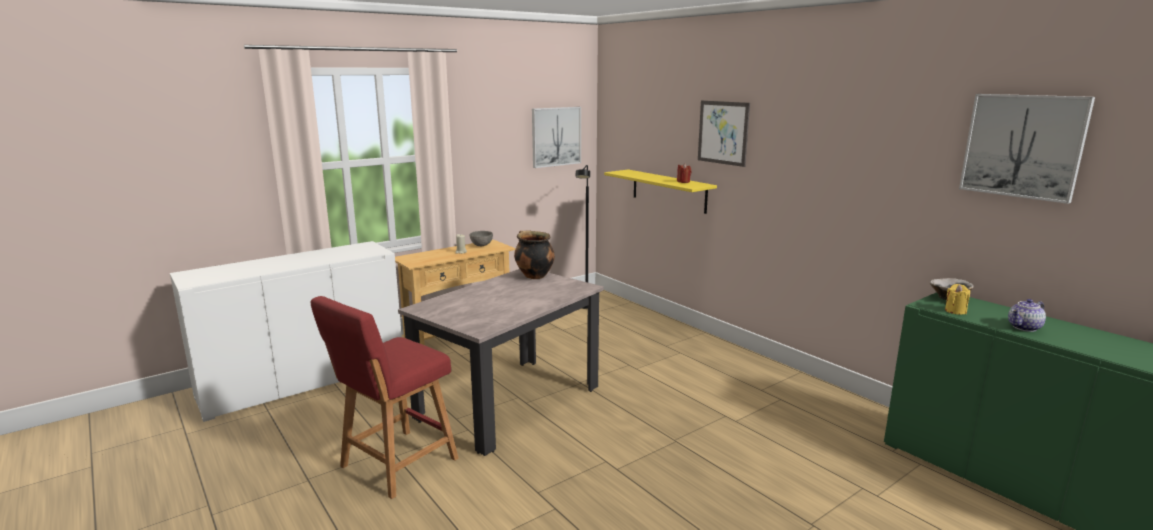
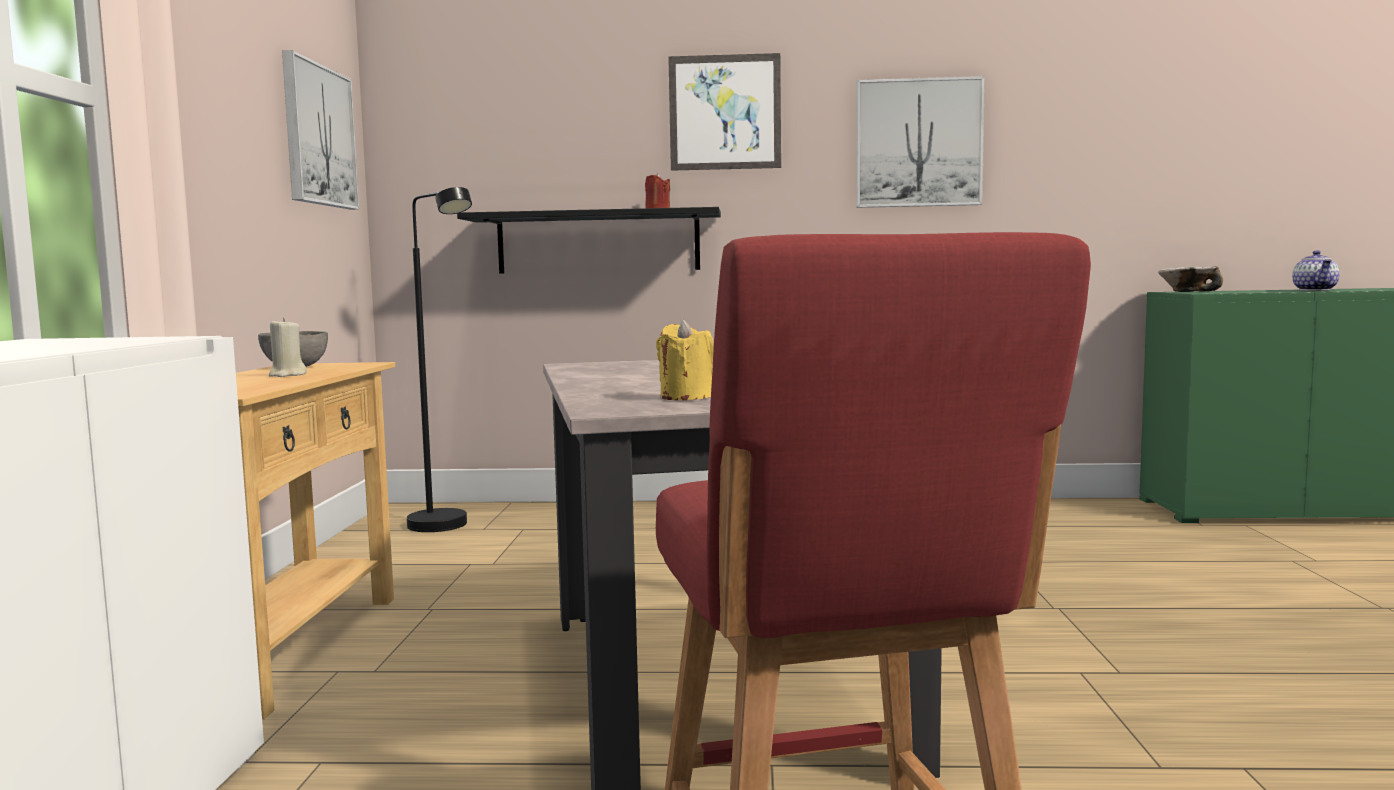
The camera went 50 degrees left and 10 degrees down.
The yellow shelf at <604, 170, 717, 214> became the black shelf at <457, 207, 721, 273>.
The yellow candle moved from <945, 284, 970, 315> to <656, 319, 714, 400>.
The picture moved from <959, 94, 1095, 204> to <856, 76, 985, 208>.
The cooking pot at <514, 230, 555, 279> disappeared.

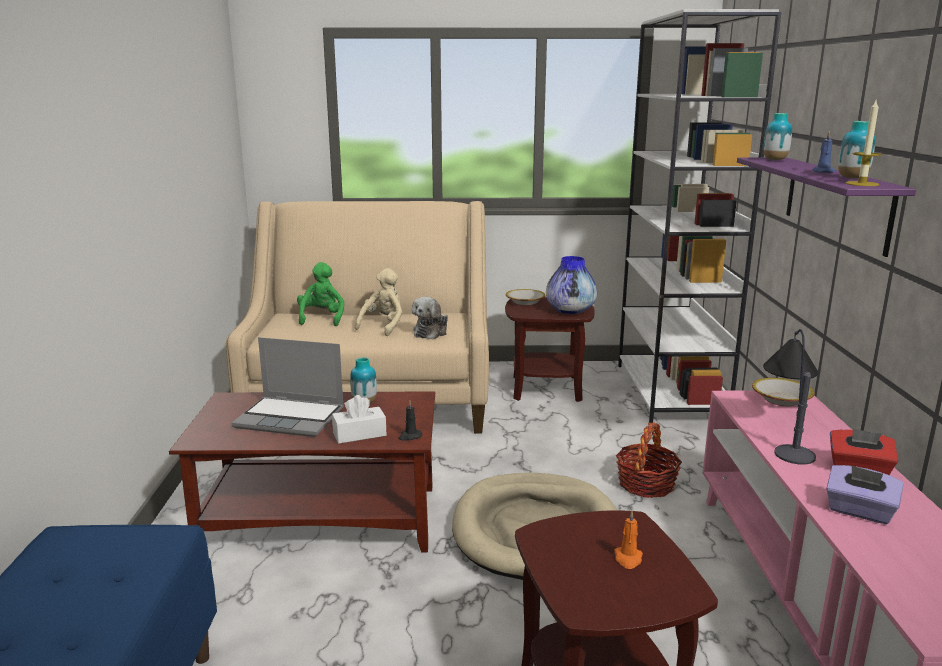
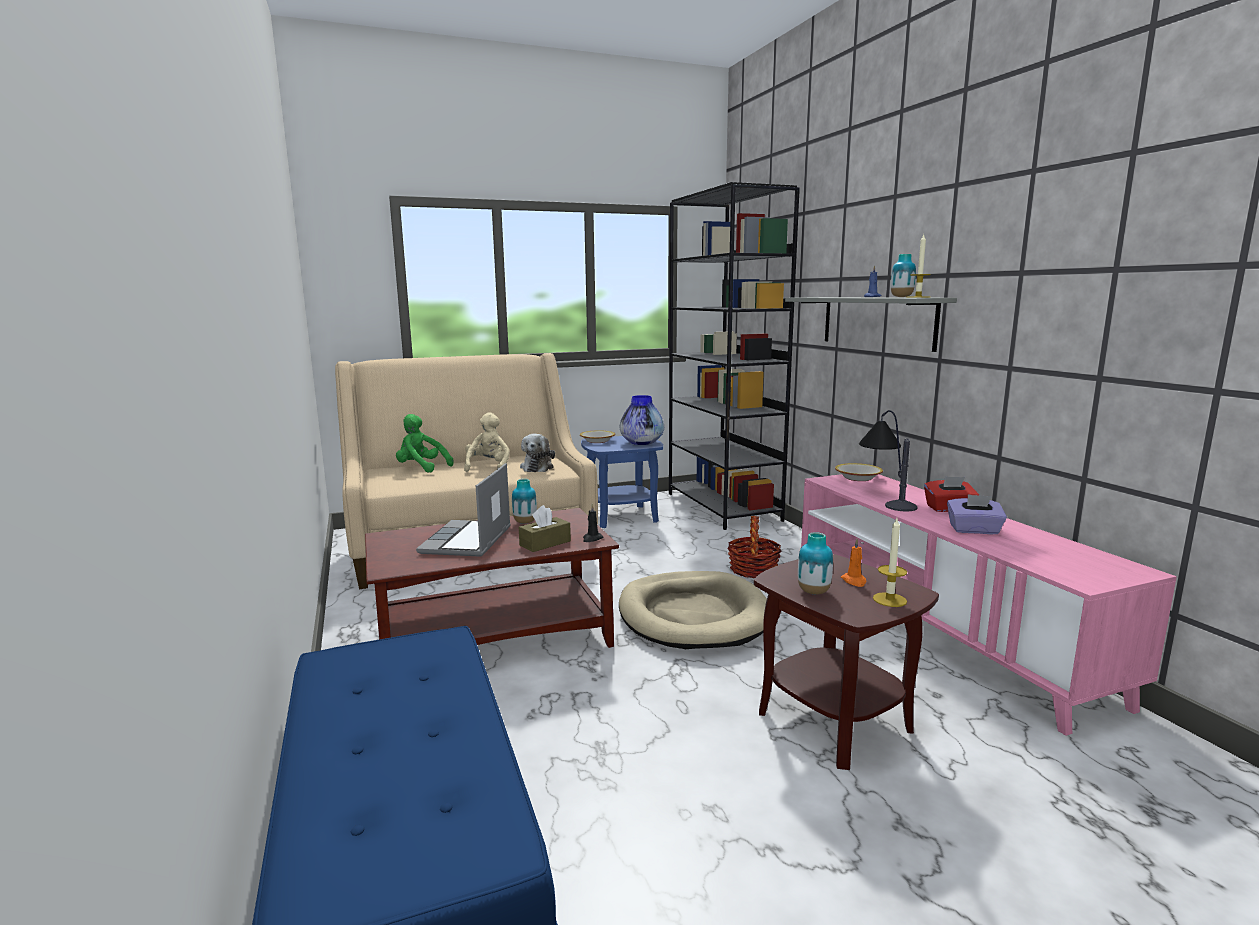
The camera went 20 degrees left and 5 degrees down.
The green plush toy at <297, 262, 344, 326> turned 45 degrees counterclockwise.
The laptop at <232, 337, 344, 437> turned 105 degrees clockwise.
The white tissue box at <332, 395, 386, 444> became the brown tissue box at <519, 505, 571, 552>.
The brown side table at <505, 297, 595, 402> became the blue side table at <581, 436, 663, 528>.
The white bookcase at <618, 9, 781, 423> became the black bookcase at <669, 182, 800, 530>.
The purple shelf at <737, 158, 916, 257> became the grey shelf at <785, 297, 957, 352>.
The vase moved from <764, 113, 792, 160> to <798, 532, 833, 594>.
The candle at <873, 519, 907, 607> appeared.

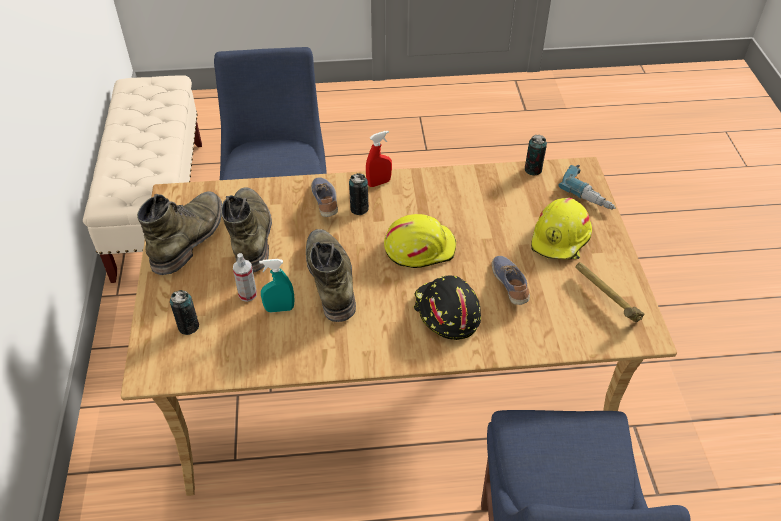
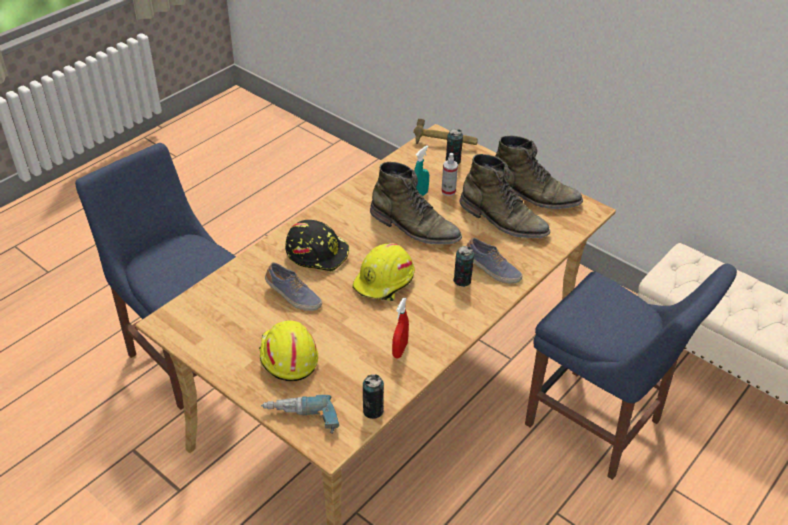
The camera went 135 degrees right and 5 degrees down.
The red spray bottle moved from <366, 131, 392, 187> to <392, 298, 409, 358>.
The hammer moved from <576, 262, 645, 323> to <413, 119, 478, 145>.
The green boot at <137, 192, 222, 275> turned 45 degrees counterclockwise.

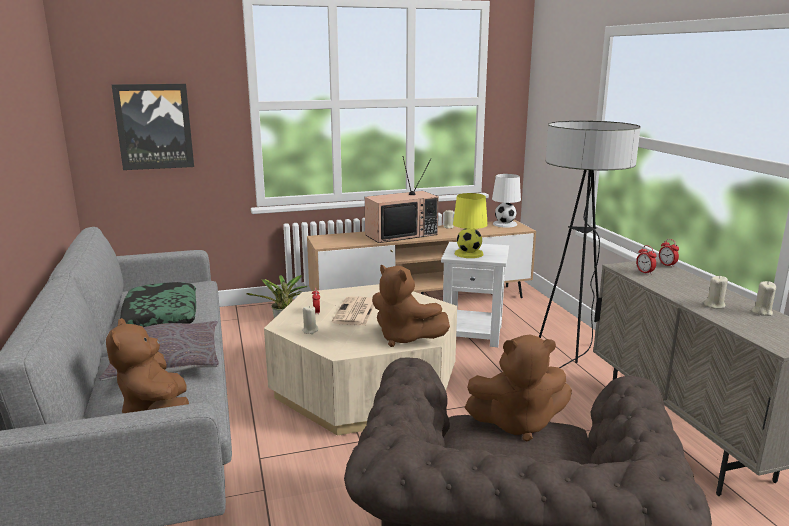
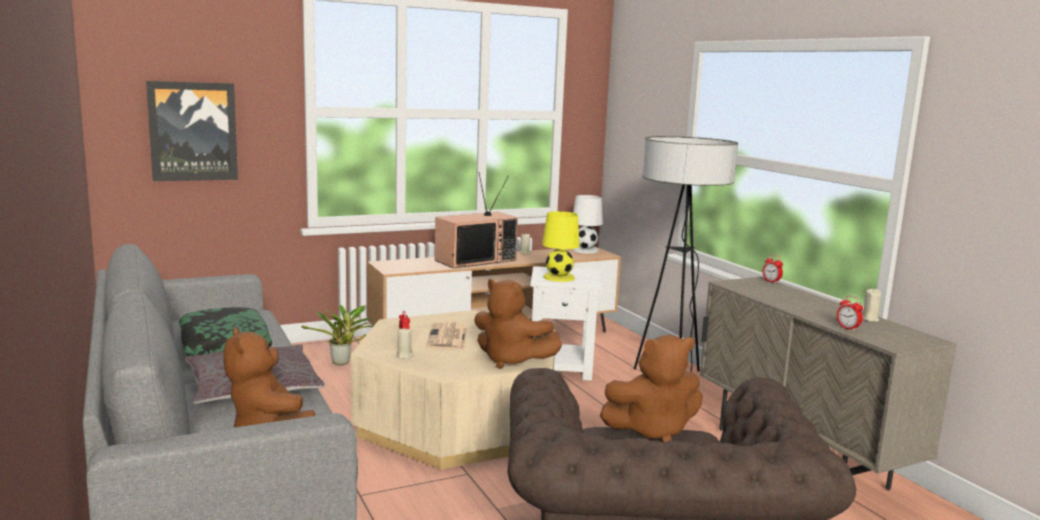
The camera went 10 degrees left and 5 degrees down.
The alarm clock moved from <636, 245, 657, 275> to <837, 296, 863, 331>.
The beige candle at <704, 276, 728, 309> disappeared.

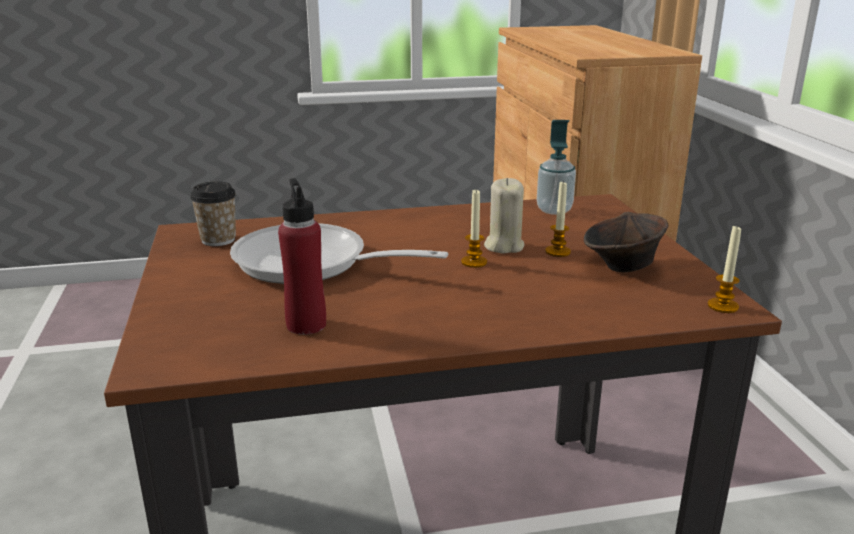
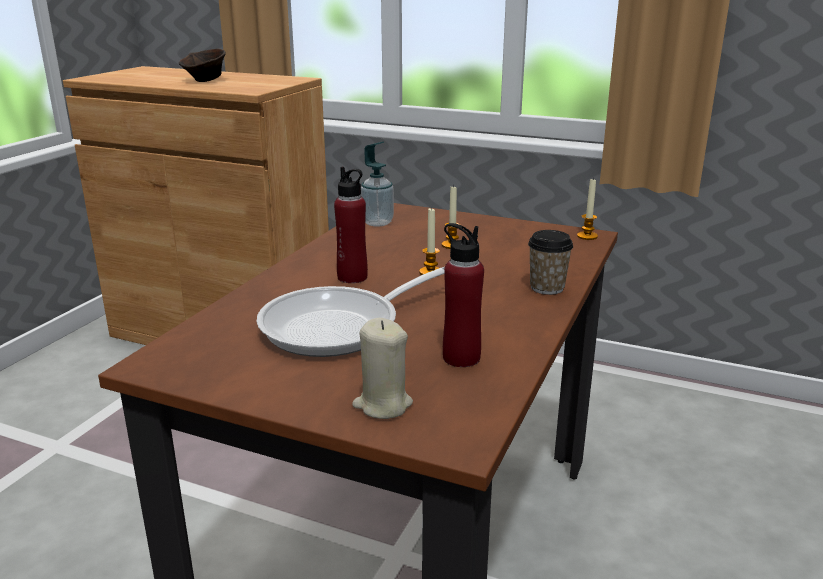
The camera went 55 degrees left and 0 degrees up.
The brown bowl moved from <584, 212, 668, 272> to <179, 49, 226, 82>.
The red bottle at <334, 167, 368, 283> appeared.
The beige candle moved from <484, 178, 524, 254> to <352, 318, 413, 419>.
The cup moved from <190, 181, 236, 246> to <528, 230, 573, 295>.

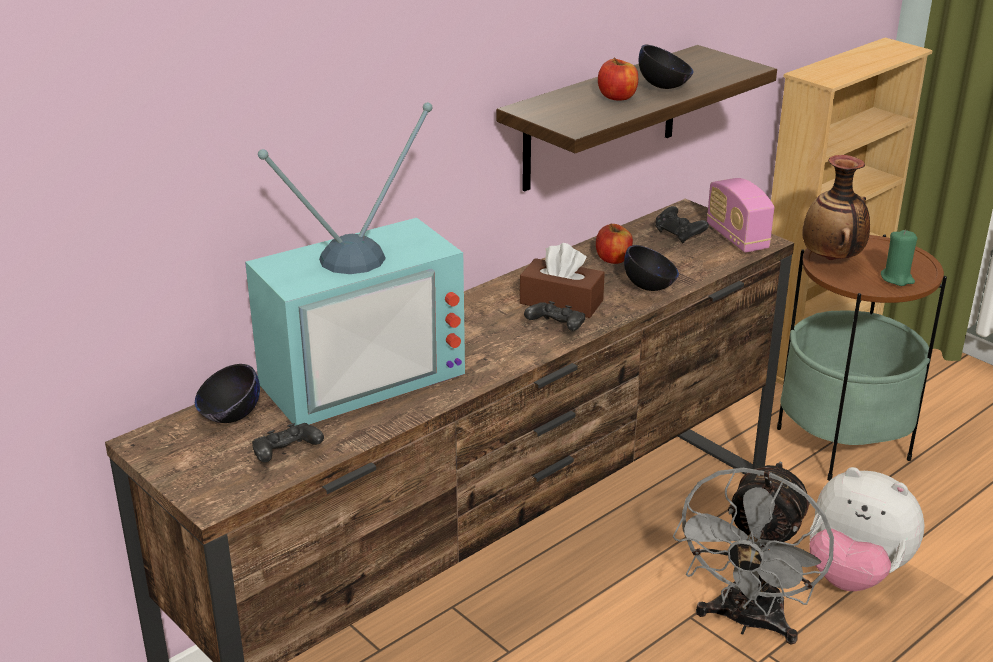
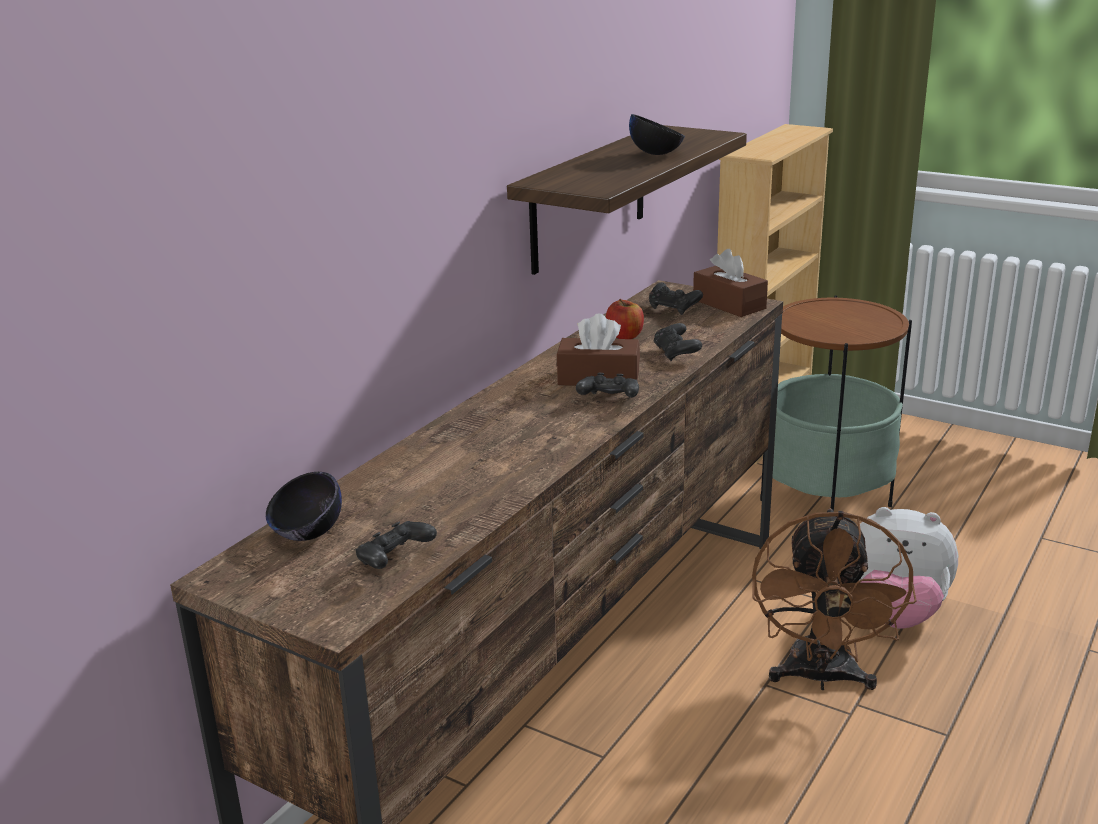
The camera went 15 degrees left and 5 degrees down.
The black bowl at <624, 245, 679, 291> was replaced by the black game controller at <653, 323, 702, 361>.
The radio at <707, 178, 774, 253> was replaced by the brown tissue box at <693, 249, 768, 317>.
The grey fan at <673, 461, 834, 645> became the brown fan at <752, 508, 917, 690>.
The television at <245, 102, 465, 426> disappeared.
The apple at <598, 57, 638, 100> disappeared.
The vase at <802, 155, 870, 260> disappeared.
The green candle at <881, 230, 917, 286> disappeared.

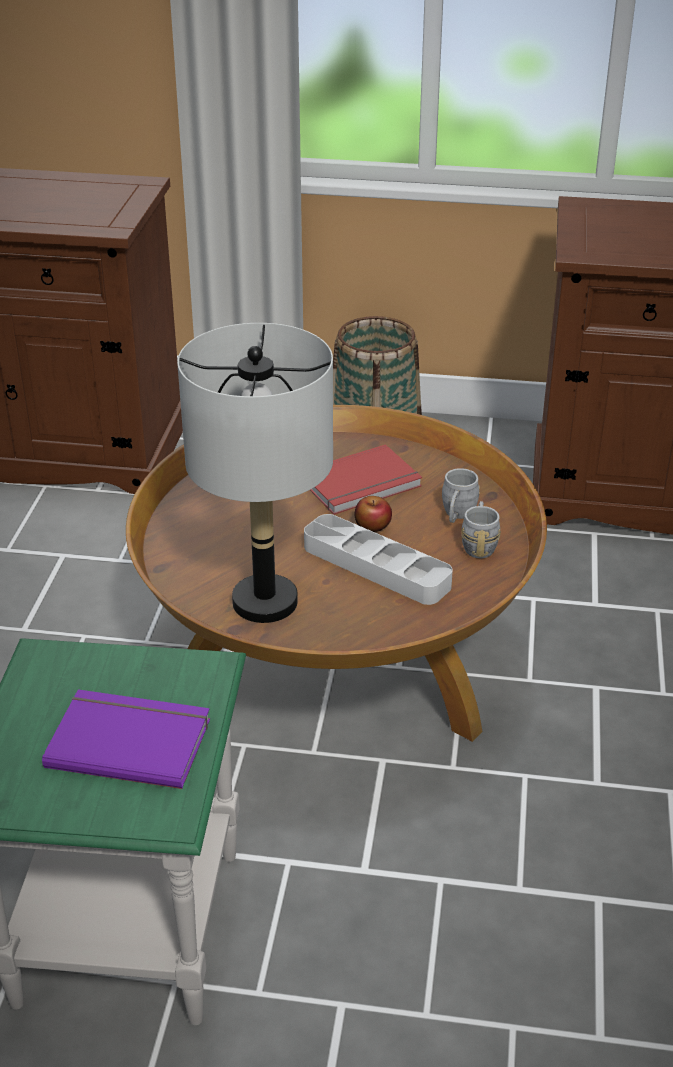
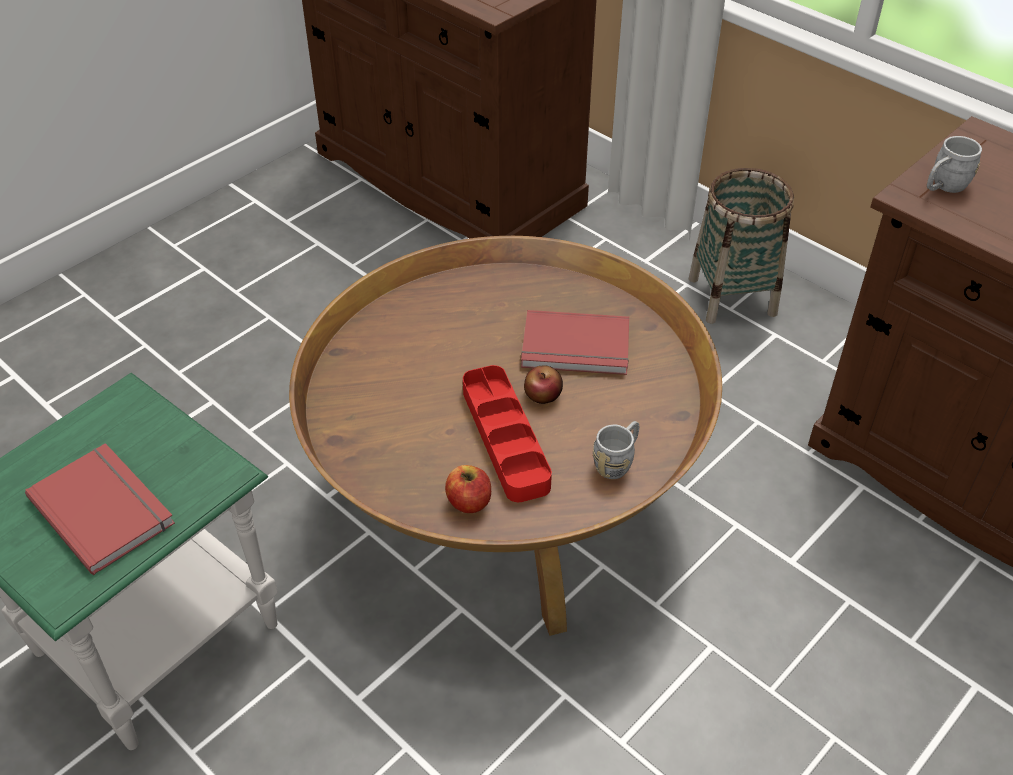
The camera went 35 degrees right and 10 degrees up.
The purple book at <42, 689, 210, 789> became the red book at <25, 443, 175, 575>.
The apple at <445, 465, 491, 513> appeared.
The grey tray at <304, 514, 453, 605> became the red tray at <463, 365, 552, 502>.
The grey mug moved from <442, 468, 480, 523> to <927, 136, 982, 193>.
The grey table lamp at <177, 323, 333, 623> disappeared.

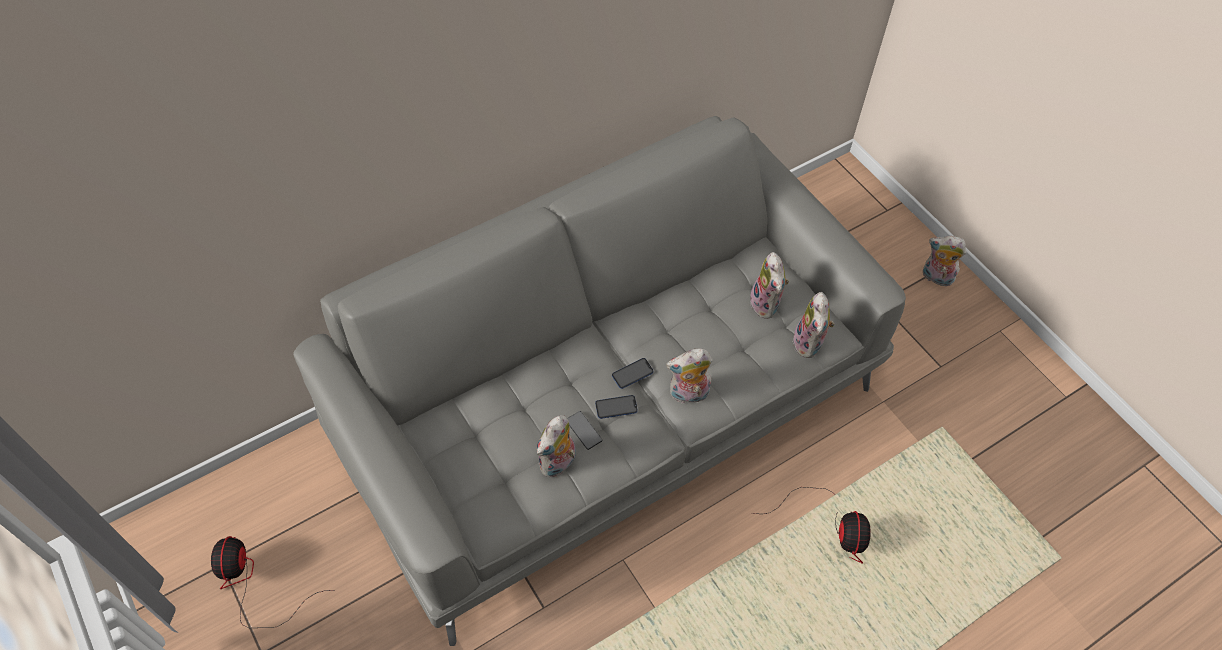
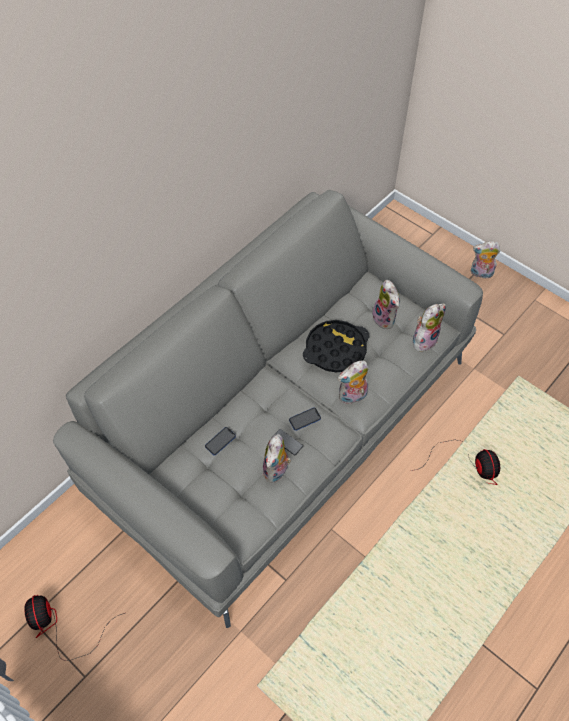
The camera went 15 degrees left and 0 degrees up.
The phone moved from <612, 358, 653, 389> to <205, 427, 236, 455>.
The black tray at <303, 320, 369, 372> appeared.
The plush toy at <792, 292, 834, 358> turned 120 degrees counterclockwise.

